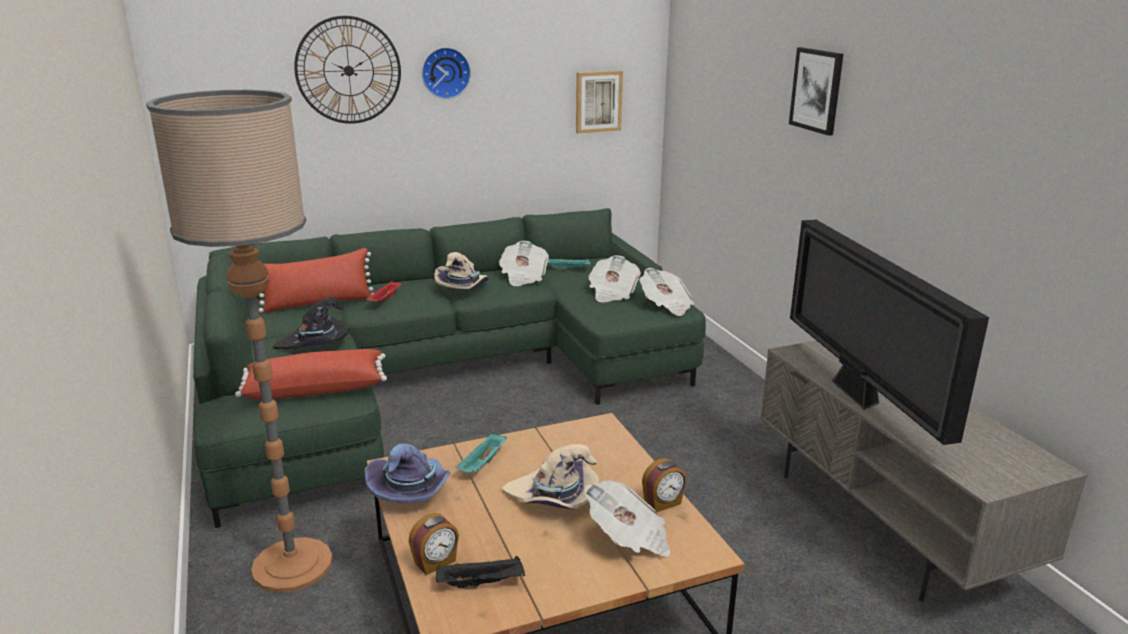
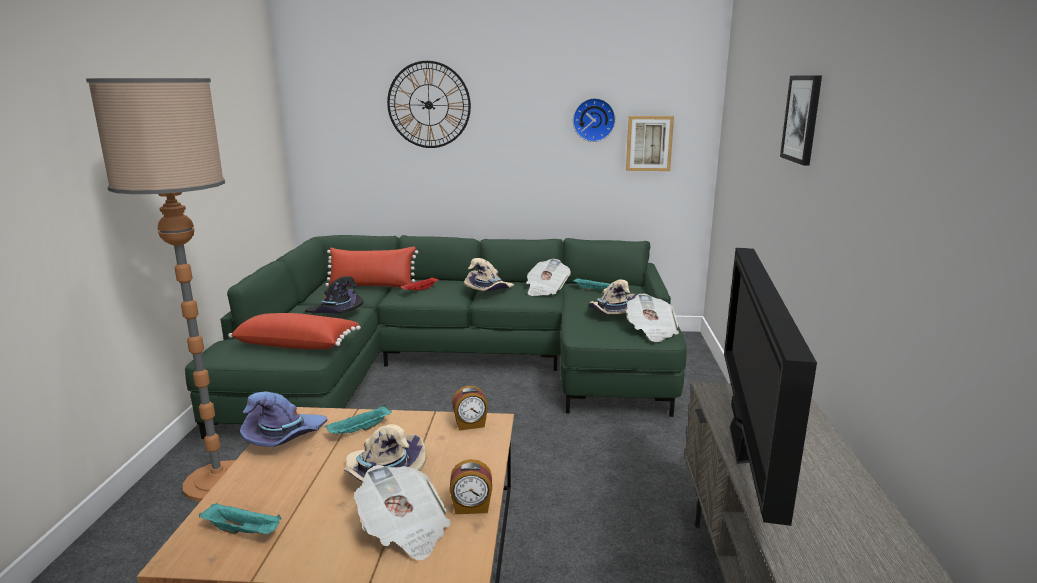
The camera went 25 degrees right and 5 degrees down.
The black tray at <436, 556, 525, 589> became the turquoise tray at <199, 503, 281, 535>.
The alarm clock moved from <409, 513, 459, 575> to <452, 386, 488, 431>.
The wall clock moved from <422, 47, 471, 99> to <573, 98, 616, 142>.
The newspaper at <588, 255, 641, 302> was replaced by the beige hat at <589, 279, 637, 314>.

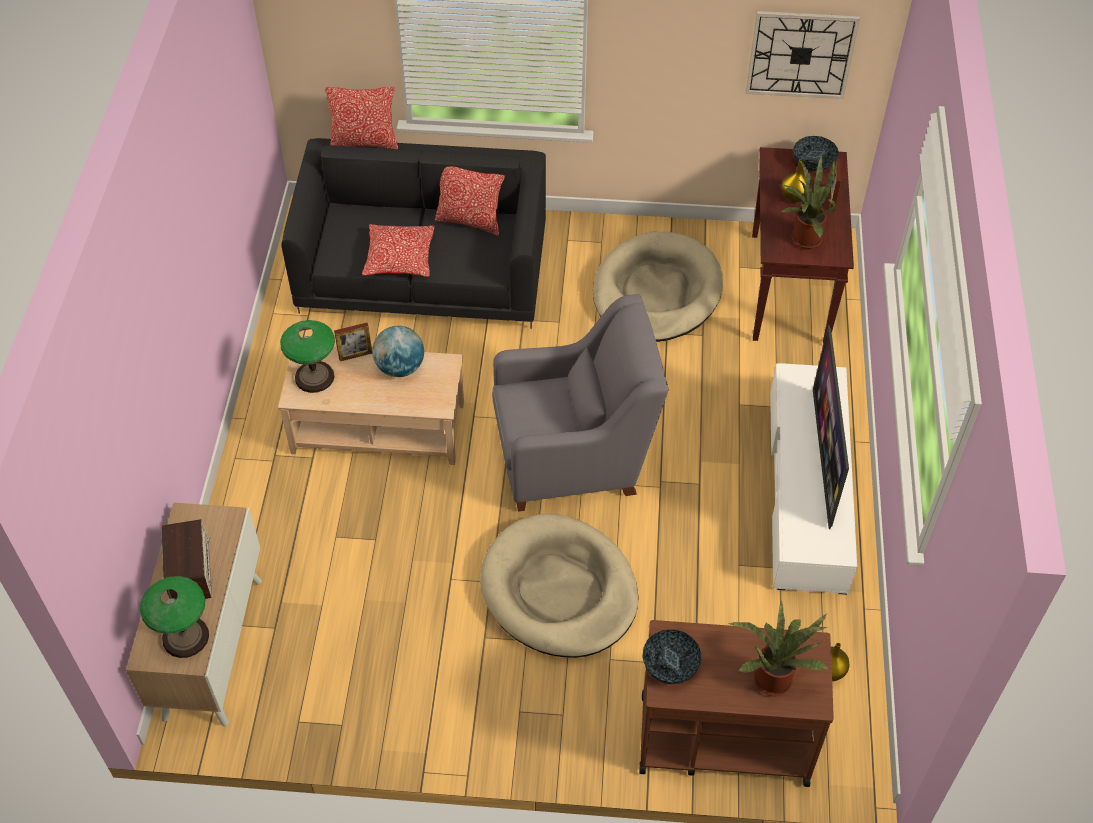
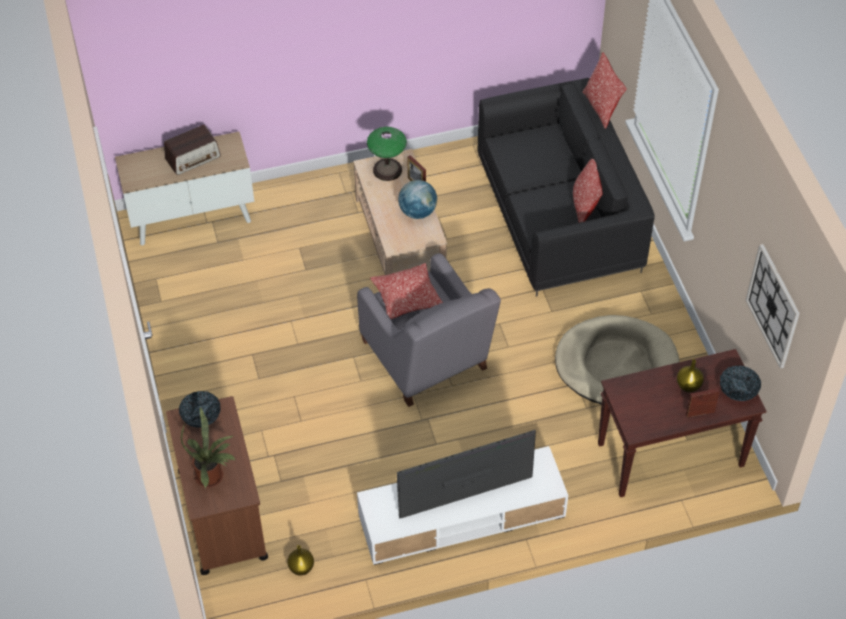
The camera went 70 degrees right and 0 degrees up.
The pillow moved from <362, 224, 435, 277> to <370, 263, 443, 319>.
The table lamp at <140, 576, 209, 658> disappeared.
The beige dog bed at <480, 514, 639, 658> disappeared.
The potted plant at <781, 156, 836, 249> disappeared.

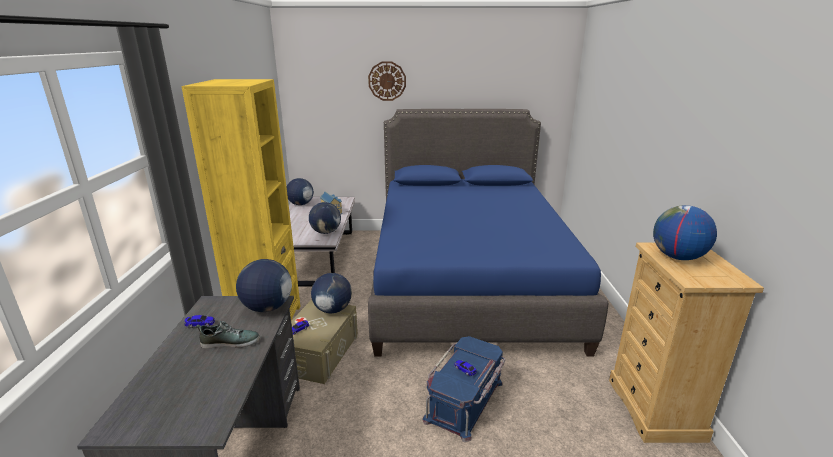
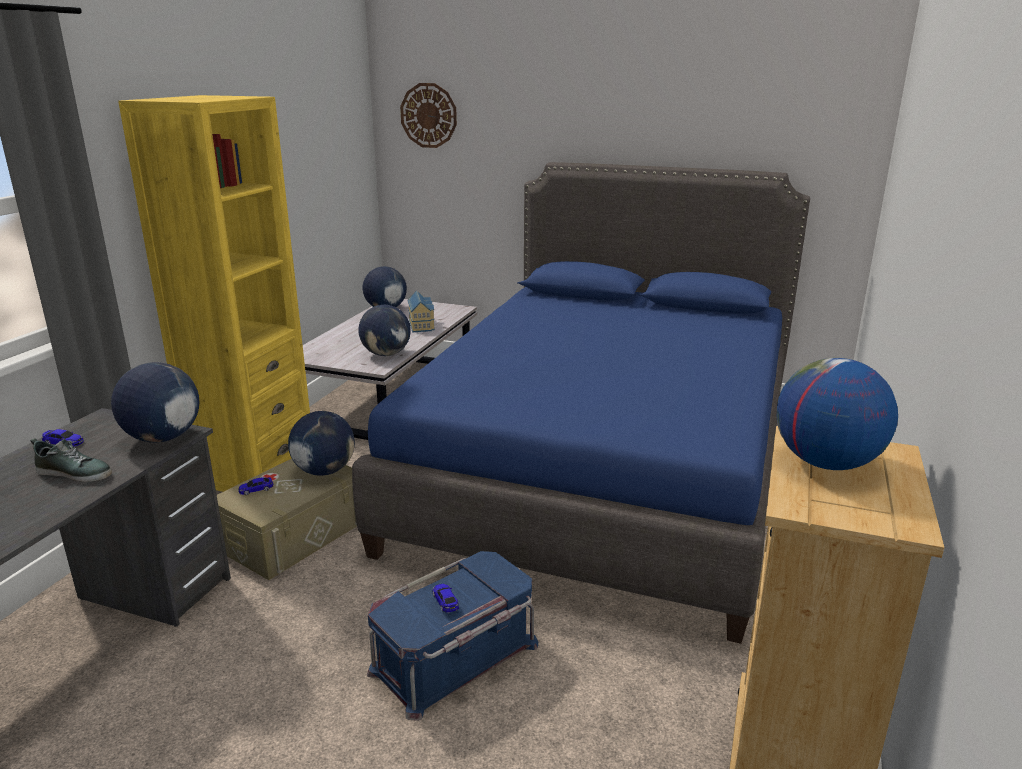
The camera went 20 degrees right and 0 degrees up.
The wall clock moved from <368, 61, 406, 101> to <400, 83, 457, 148>.

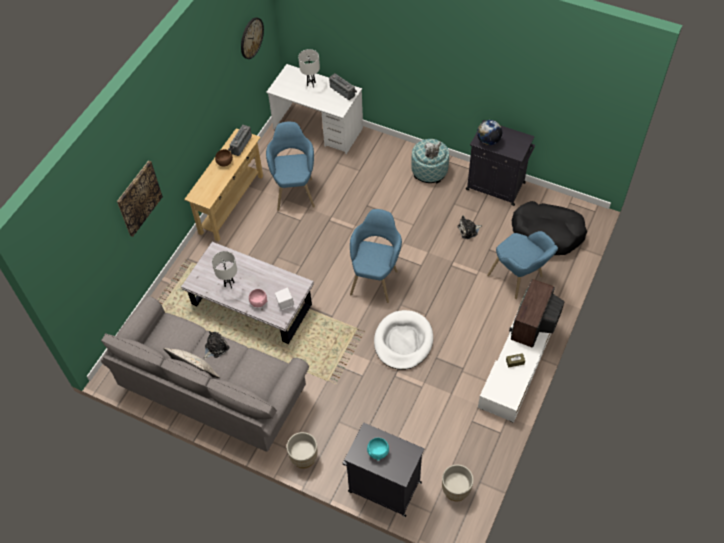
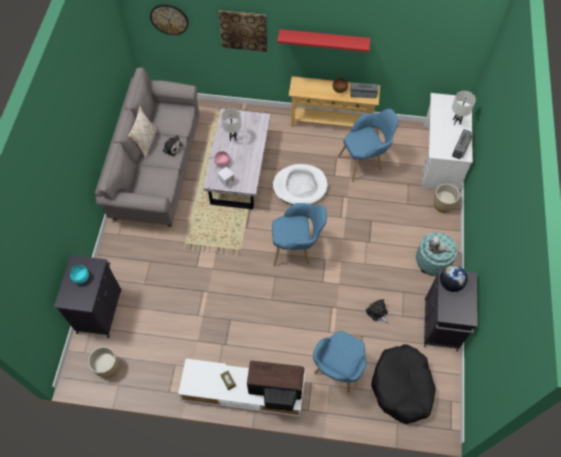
The camera went 70 degrees right and 5 degrees up.
The wall clock moved from <241, 17, 264, 59> to <150, 4, 188, 35>.
The white dog bed moved from <374, 310, 433, 370> to <273, 164, 328, 205>.
The red shelf at <277, 29, 370, 52> appeared.
The beige planter moved from <287, 432, 318, 469> to <433, 184, 460, 213>.

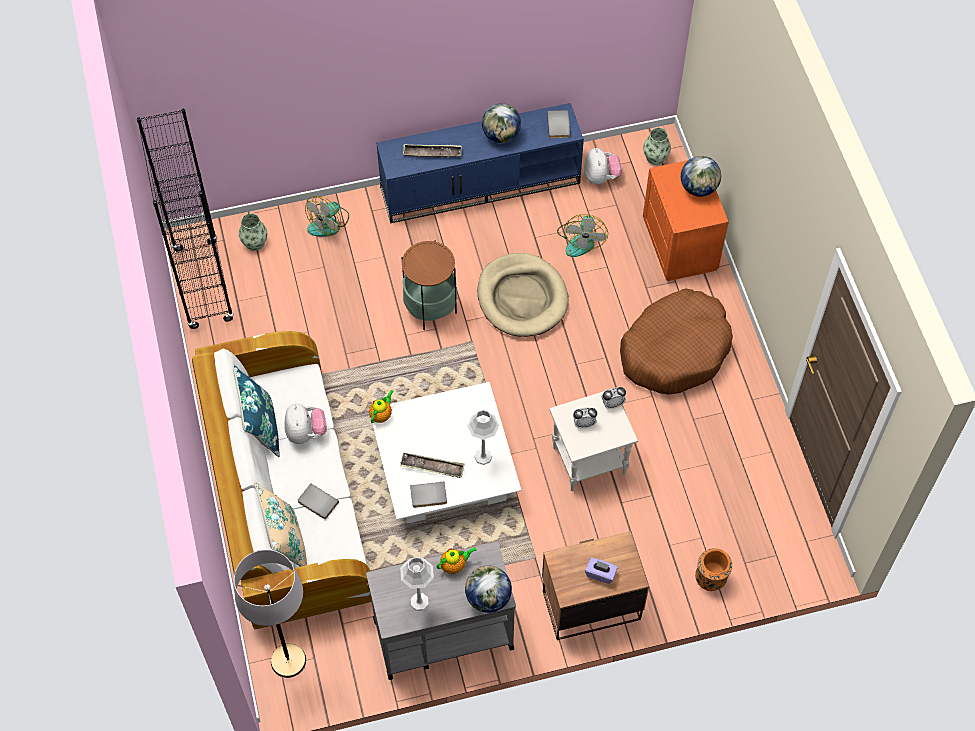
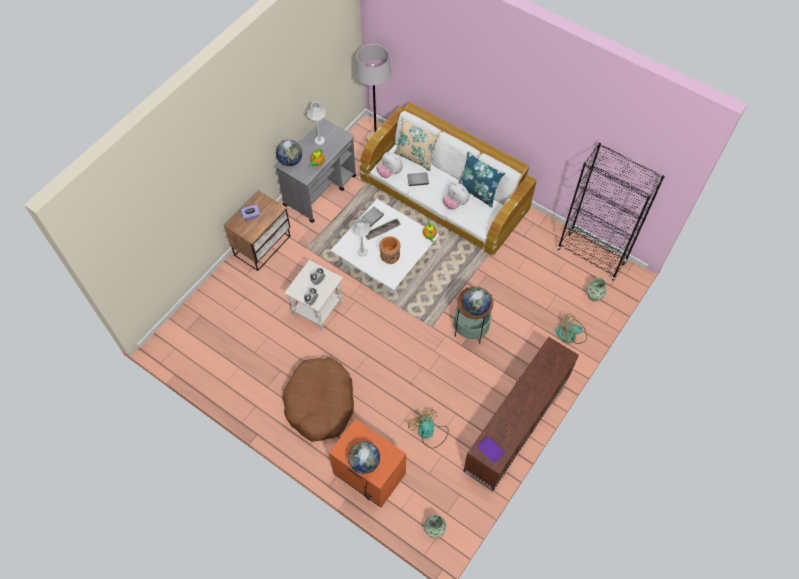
The camera went 140 degrees right and 0 degrees up.
The plush toy moved from <584, 148, 622, 185> to <377, 152, 403, 178>.
The orange vase moved from <695, 548, 732, 591> to <379, 236, 400, 264>.
The globe moved from <482, 103, 521, 143> to <462, 287, 491, 315>.
The blue tv stand at <376, 103, 584, 223> became the brown tv stand at <463, 337, 579, 491>.
The grey book at <547, 110, 570, 138> became the purple book at <477, 436, 506, 464>.
The fan at <305, 196, 349, 237> turned 90 degrees counterclockwise.
The tray at <403, 144, 462, 157> disappeared.
The beige dog bed at <477, 253, 569, 337> disappeared.

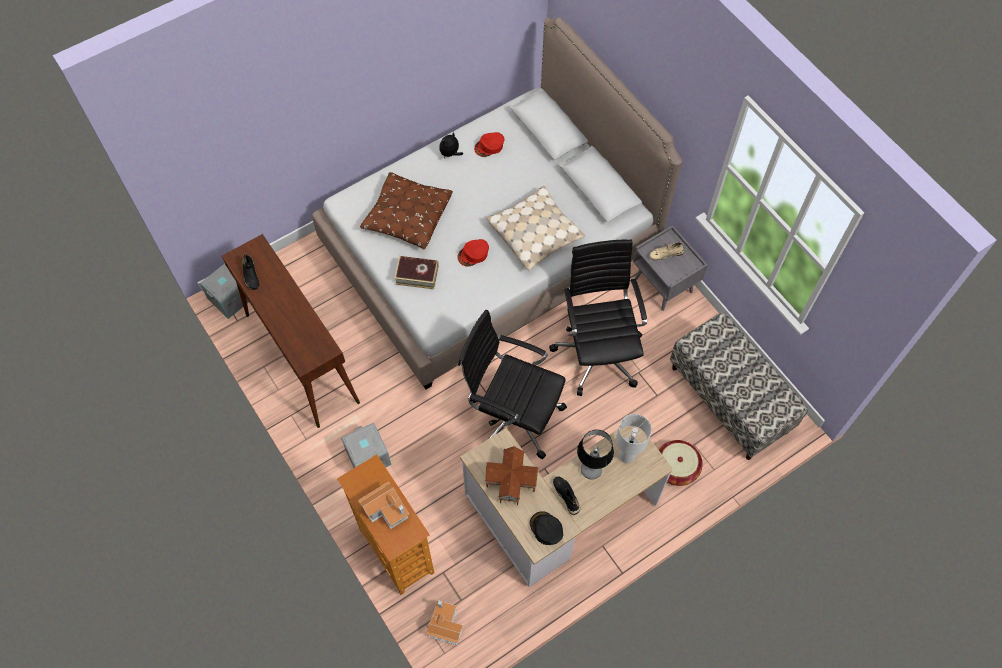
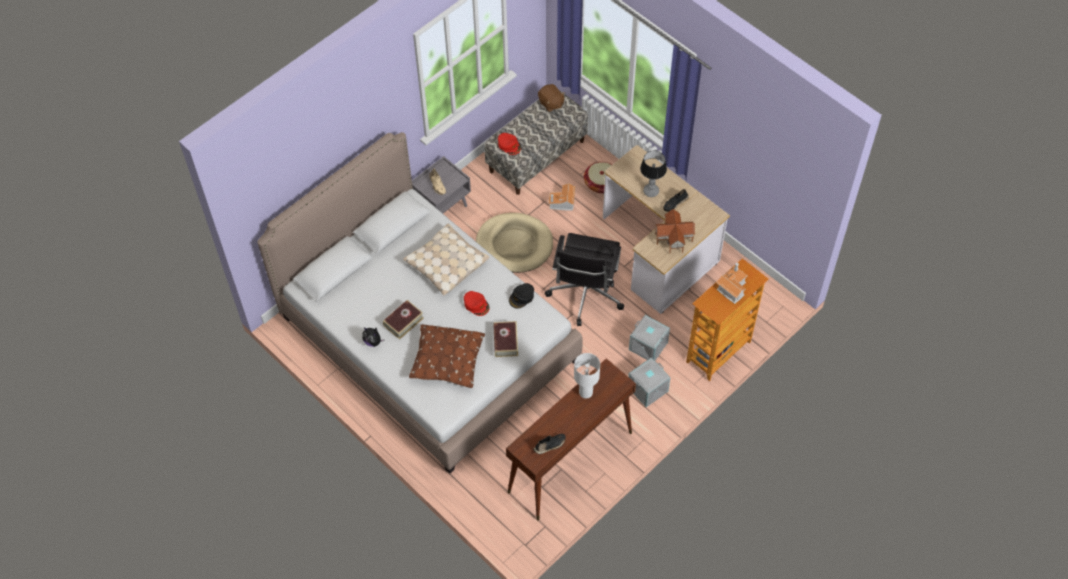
The camera went 100 degrees left and 5 degrees down.
The book at <383, 300, 424, 340> appeared.
The black office chair at <549, 240, 647, 396> was replaced by the beige dog bed at <476, 213, 553, 273>.
The red cap moved from <474, 132, 504, 157> to <498, 133, 521, 155>.
The black cap moved from <530, 511, 563, 545> to <509, 283, 534, 309>.
The brown plush toy at <538, 84, 565, 112> appeared.
The toy house moved from <426, 600, 463, 645> to <548, 183, 576, 211>.
The white table lamp moved from <616, 414, 652, 463> to <574, 353, 600, 399>.
The grey storage box moved from <200, 264, 249, 319> to <629, 315, 670, 360>.

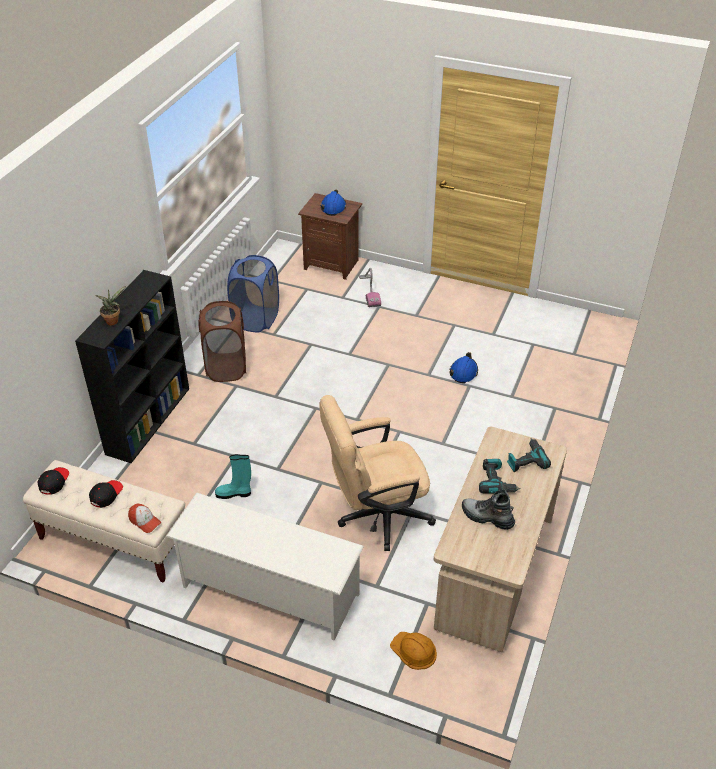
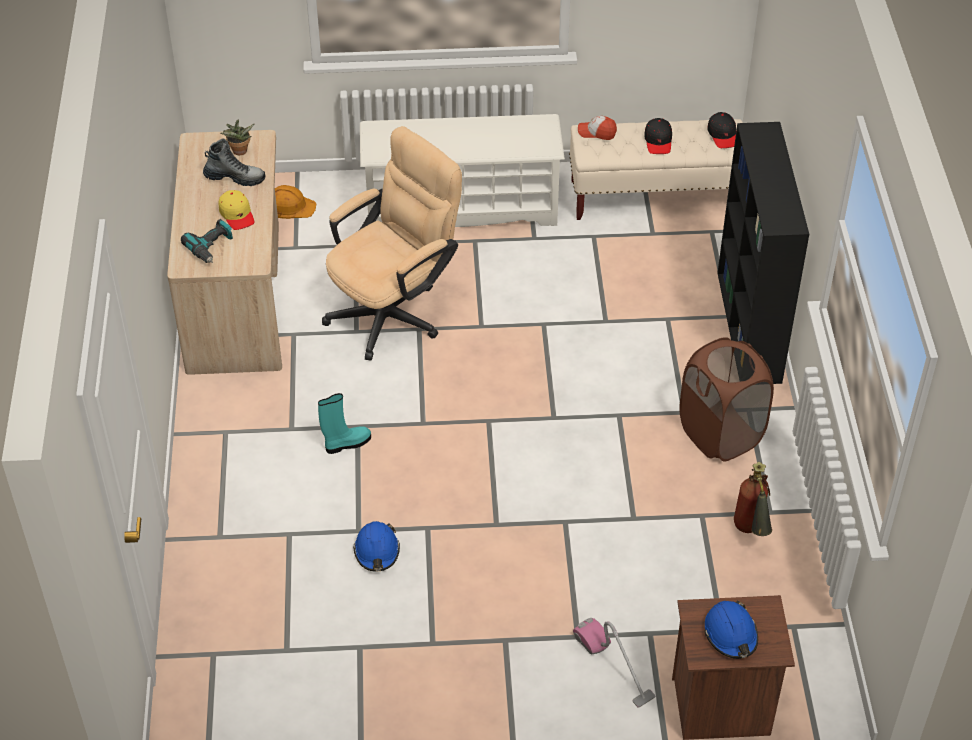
The camera went 155 degrees right and 5 degrees up.
The power drill at <479, 459, 521, 494> was replaced by the yellow cap at <218, 190, 254, 230>.
The potted plant moved from <95, 286, 126, 326> to <221, 120, 254, 155>.
The turquoise boot moved from <215, 454, 251, 499> to <318, 393, 371, 454>.
The blue laundry basket at <227, 255, 279, 333> was replaced by the fire extinguisher at <734, 462, 772, 536>.

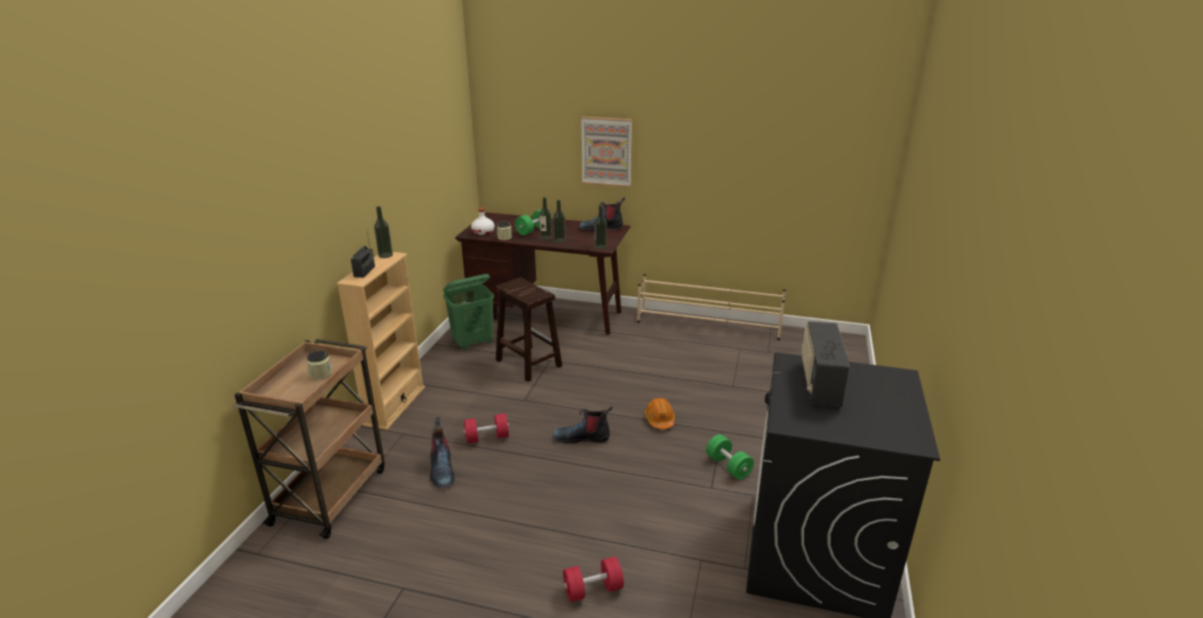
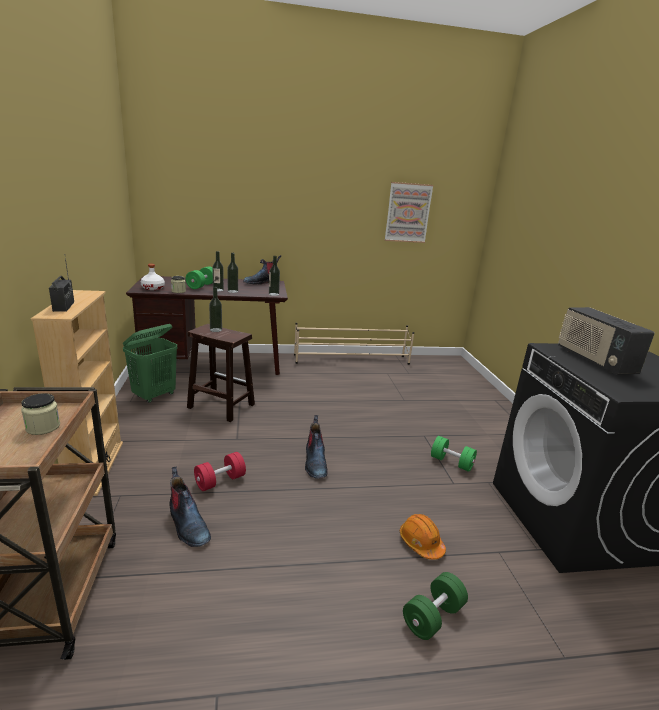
The camera went 25 degrees left and 5 degrees down.
The bottle moved from <374, 206, 393, 258> to <209, 287, 222, 332>.
The boot at <553, 406, 613, 444> turned 75 degrees counterclockwise.
The picture moved from <581, 117, 632, 187> to <385, 182, 434, 243>.
The orange hard hat moved from <645, 397, 675, 429> to <400, 514, 446, 560>.
The red dumbbell at <563, 557, 624, 602> became the green dumbbell at <403, 572, 468, 640>.

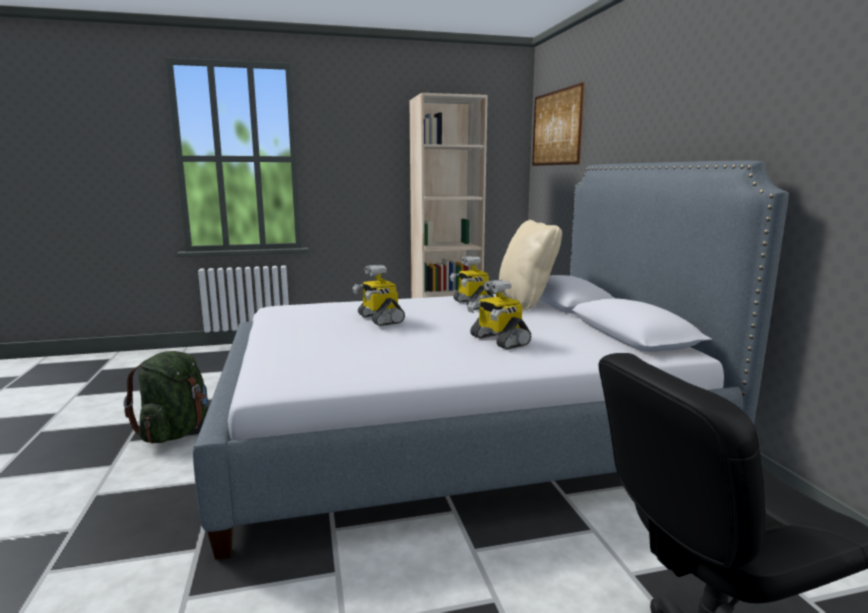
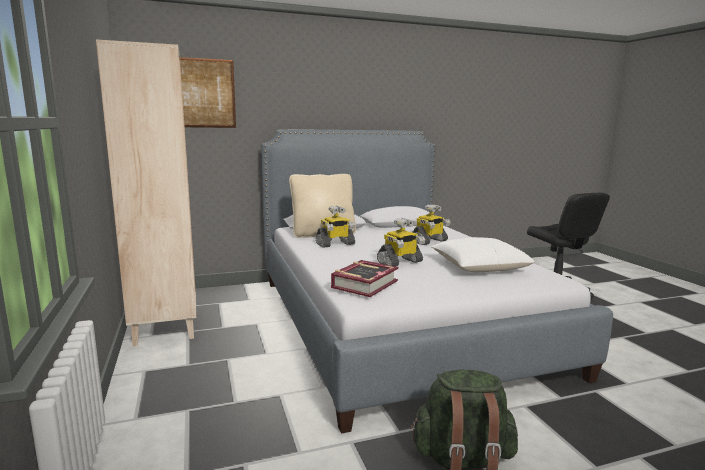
The camera went 95 degrees left and 0 degrees up.
The book at <331, 260, 398, 297> appeared.
The white pillow at <431, 237, 535, 272> appeared.

